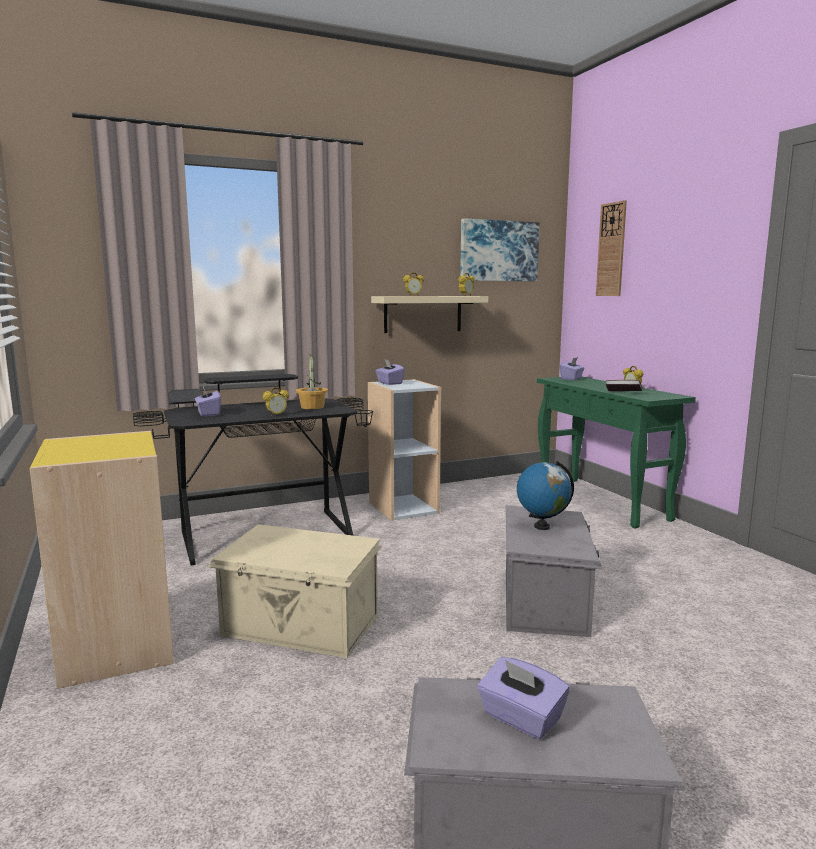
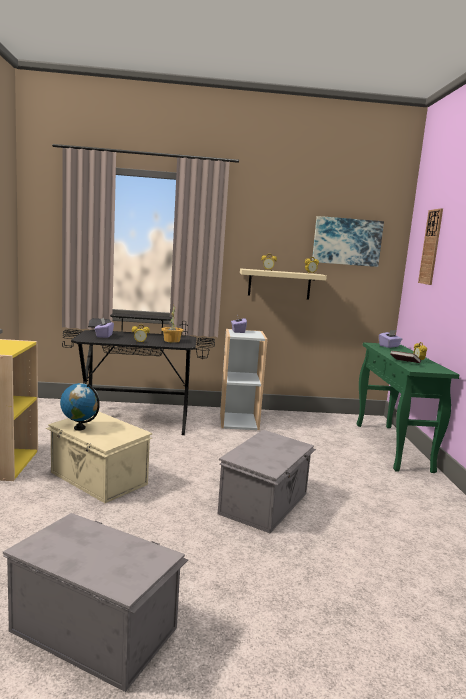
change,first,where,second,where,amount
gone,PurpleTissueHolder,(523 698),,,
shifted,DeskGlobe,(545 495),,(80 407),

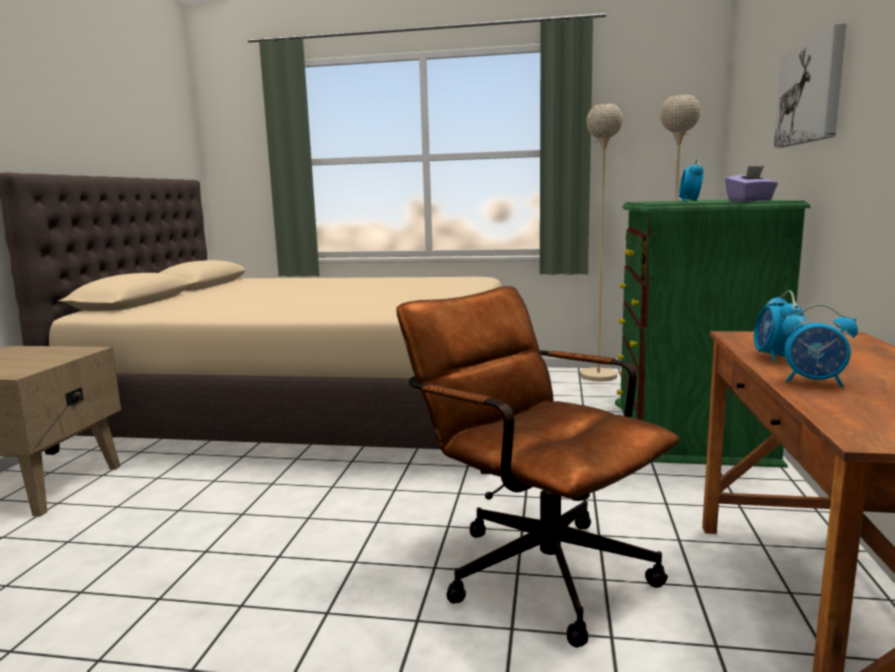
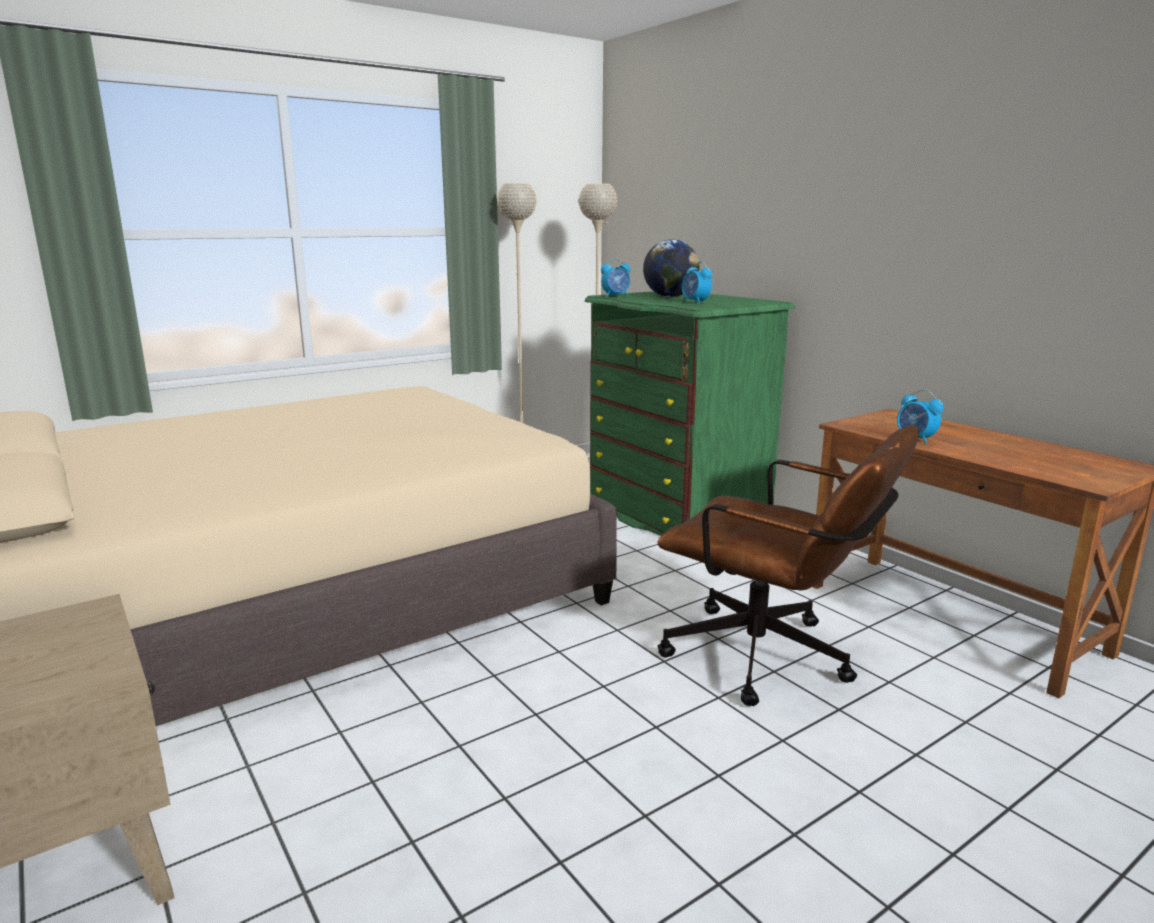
change,first,where,second,where,amount
rotated,BrownOfficeChair,(538 466),,(788 565),150 degrees counterclockwise
gone,PurpleTissueHolder,(751 184),,,
gone,WallArt,(810 86),,,
shifted,TableClock,(820 345),,(615 277),
new,,,DeskGlobe,(671 268),

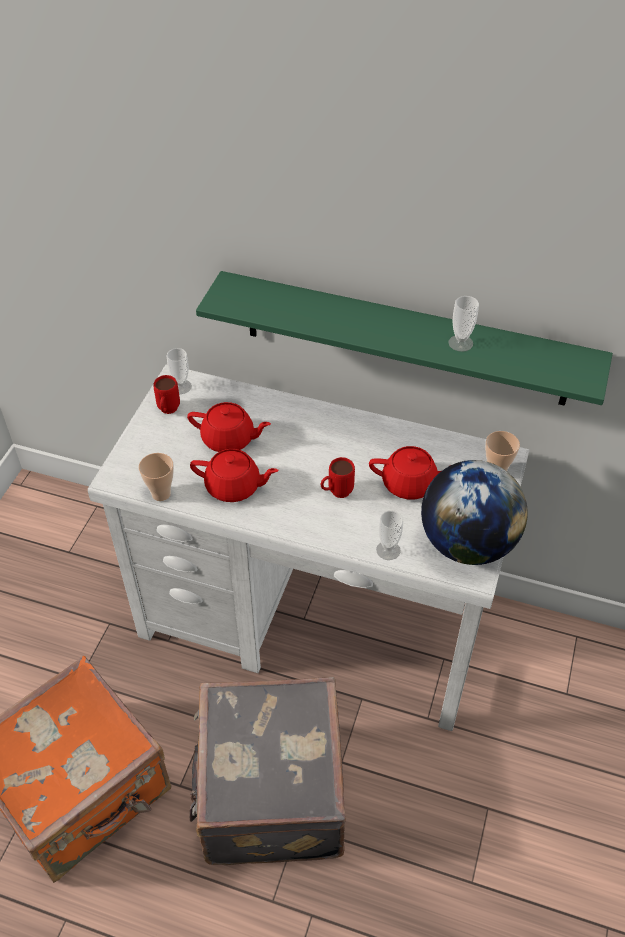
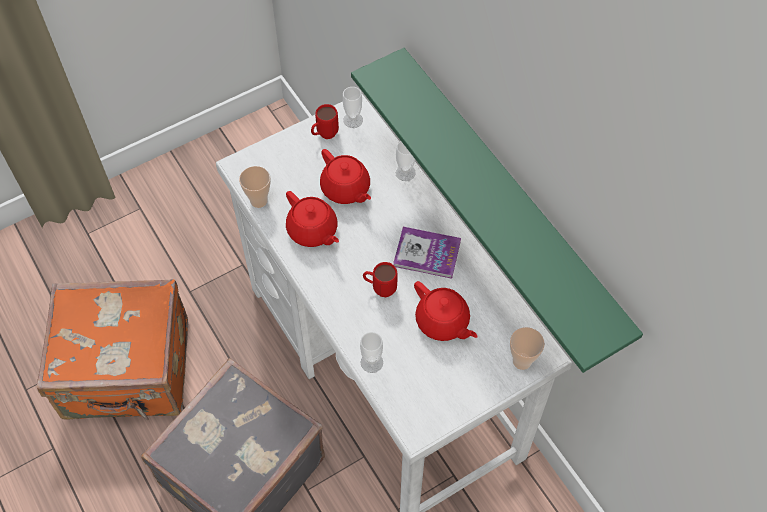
change,first,where,second,where,amount
gone,DeskGlobe,(474 512),,,
shifted,SmallCup,(464 324),,(405 161),
new,,,Volume,(427 253),

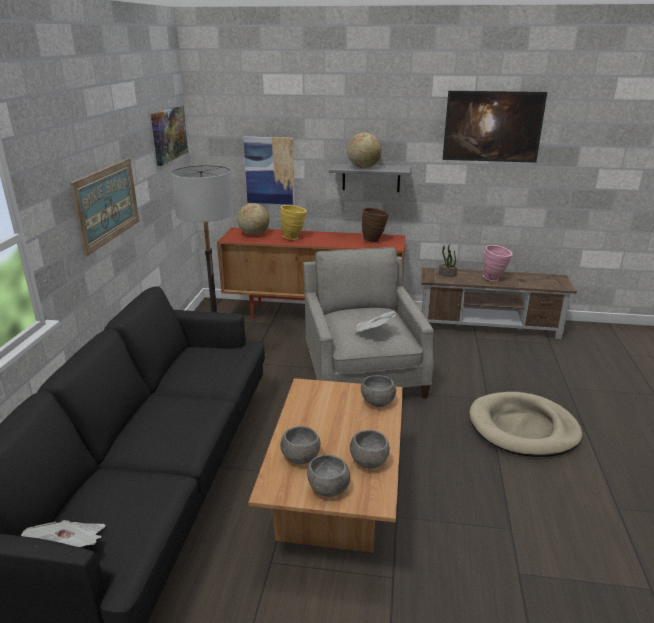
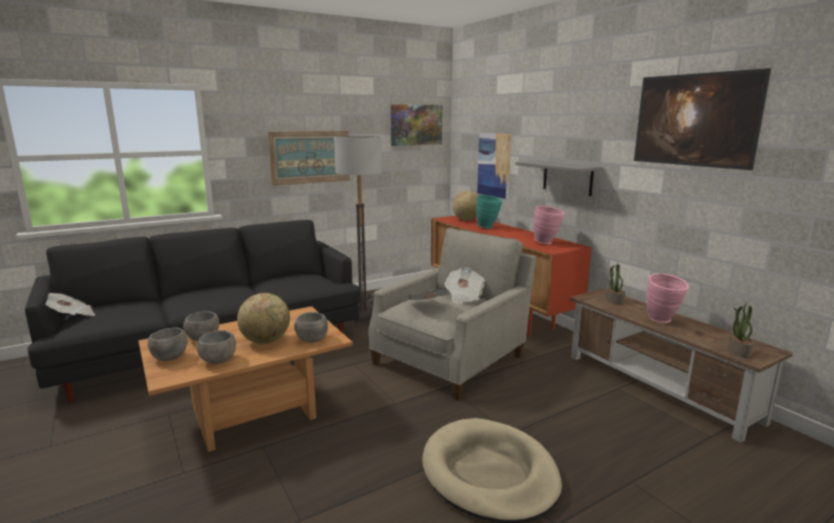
change,first,where,second,where,amount
repainted,YellowishFlowerVase,(293 222),TurquoiseColouredFlowerVase,(489 211),
shifted,DeskGlobe,(364 150),,(263 318),
repainted,BrownFlowerVase,(375 225),PinkColouredFlowerVase,(549 225),
new,,,DailyPaper,(464 285),
new,,,Houseplant,(741 330),

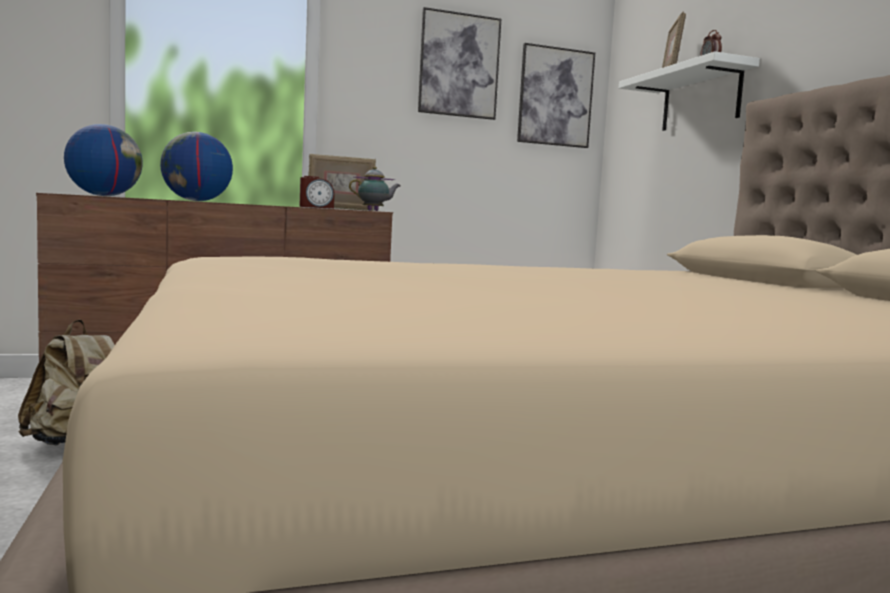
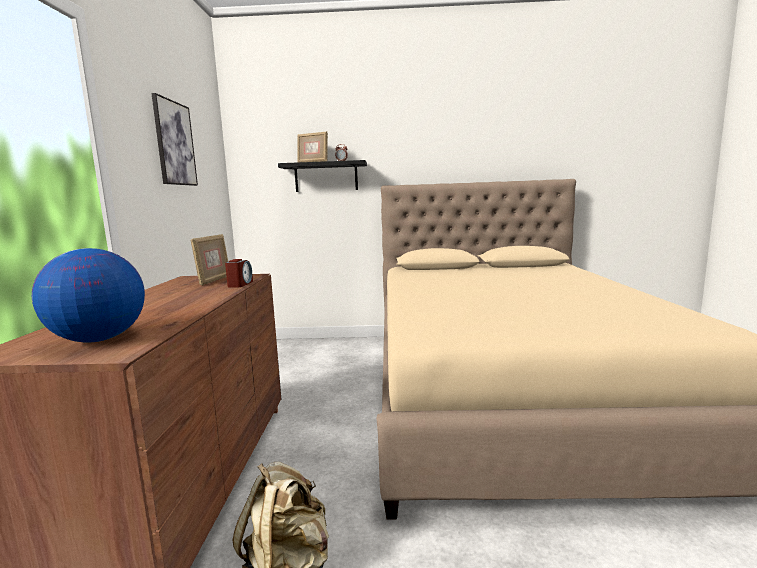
change,first,where,second,where,amount
gone,DeskGlobe,(196 166),,,
gone,Teapot,(374 188),,,
gone,WallArt,(556 95),,,
repainted,WhiteColouredWallShelf,(689 91),BlackColouredWallShelf,(322 176),

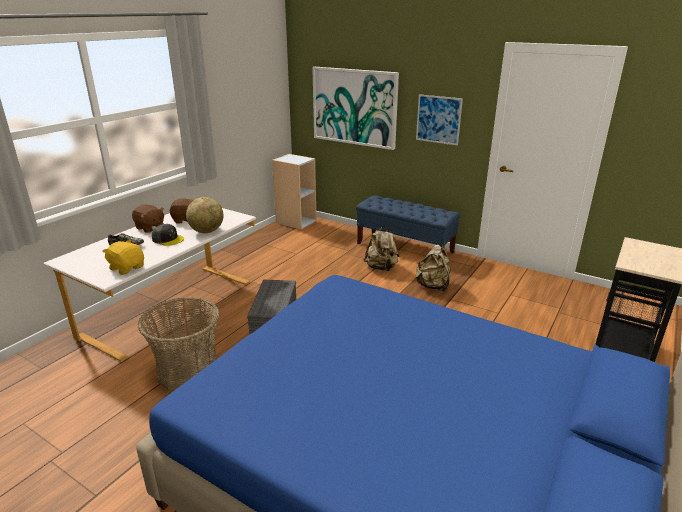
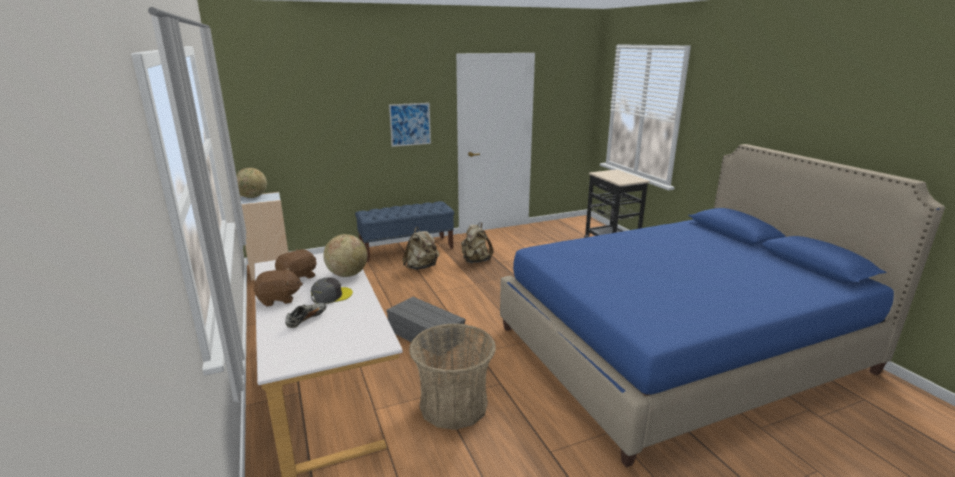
change,first,where,second,where,amount
gone,YellowishPlushToy,(123 257),,,
gone,WallArt,(355 108),,,
new,,,DeskGlobe,(251 183),

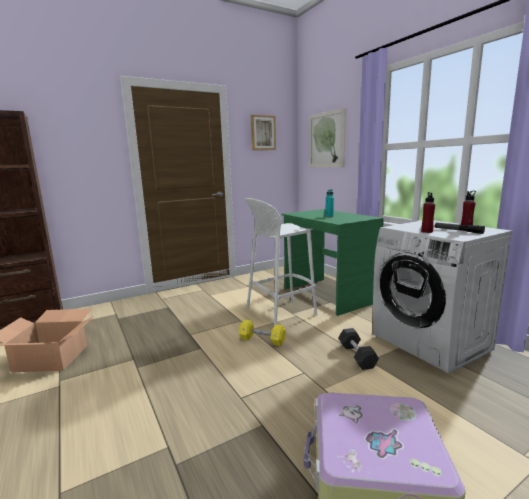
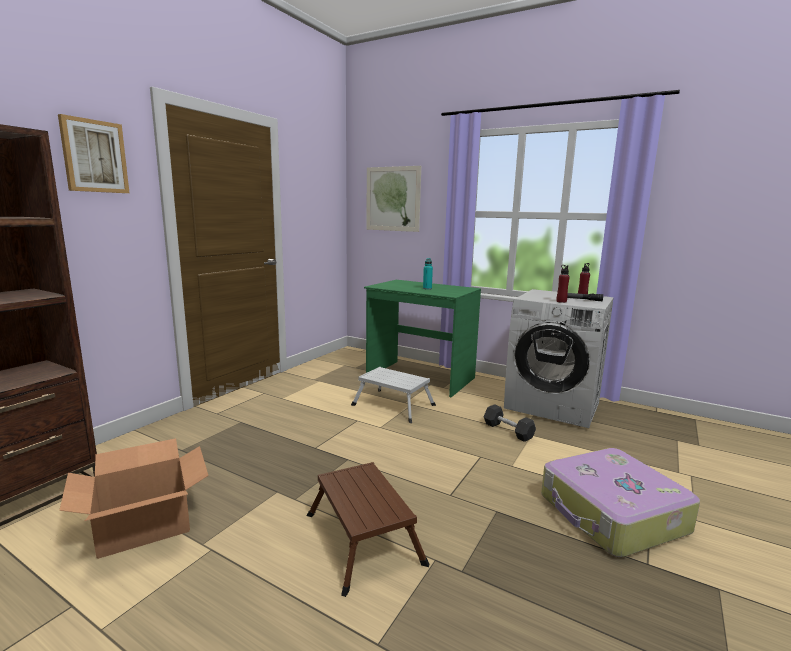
change,first,where,second,where,amount
gone,YellowishFreeWeight,(262 333),,,
swapped,WhiteColouredStool,(281 262),WhiteColouredStepLadder,(393 395),
shifted,WallArt,(263 132),,(93 153),
new,,,BrownStepLadder,(367 529),

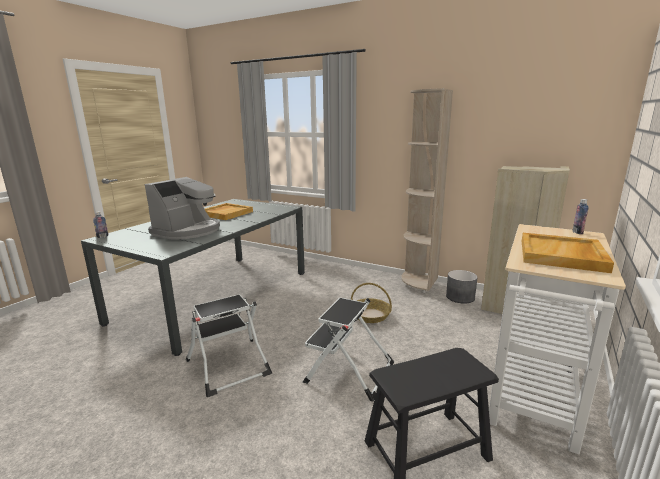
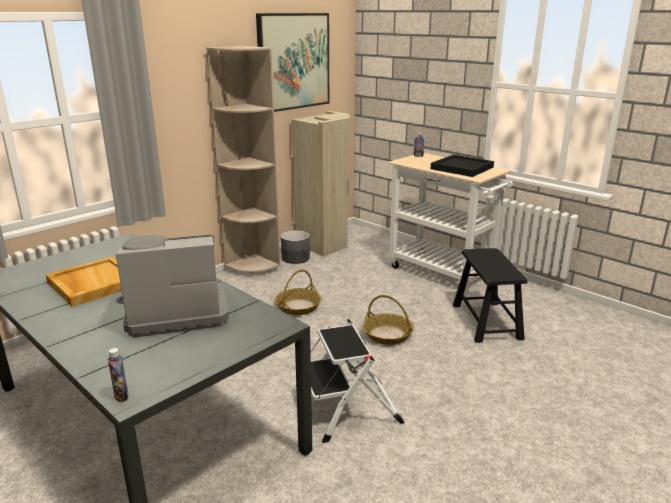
change,first,where,second,where,amount
rotated,CoffeeMaker,(182 208),,(172 286),60 degrees counterclockwise
swapped,StepLadder,(348 349),HouseholdBasket,(388 320),
repainted,BeigeCarryingTray,(568 253),BlackColouredCarryingTray,(462 166),
new,,,WallArt,(292 62),

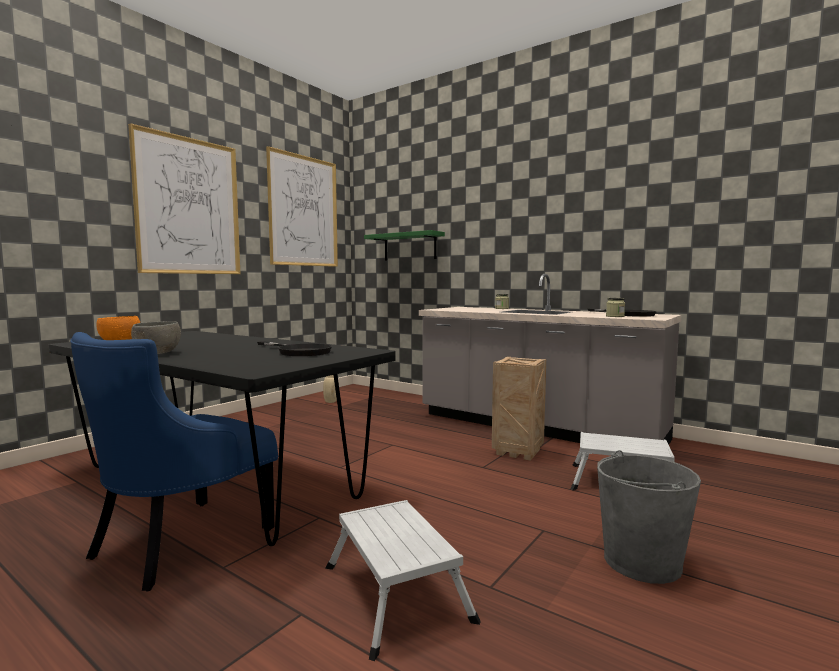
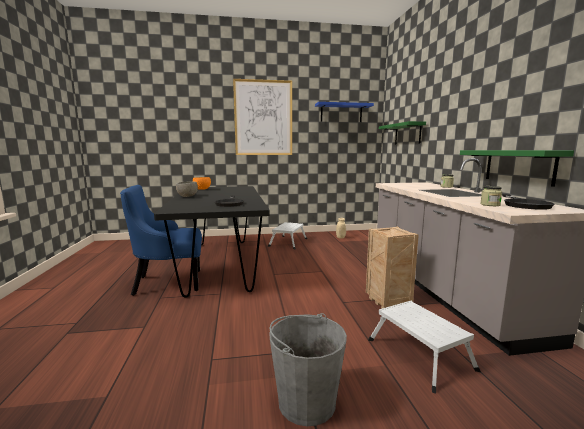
change,first,where,second,where,amount
swapped,WallArt,(302 206),BluishWallShelf,(344 112),
shifted,WhiteColouredStepLadder,(403 580),,(287 236),
new,,,GreenishWallShelf,(517 168),

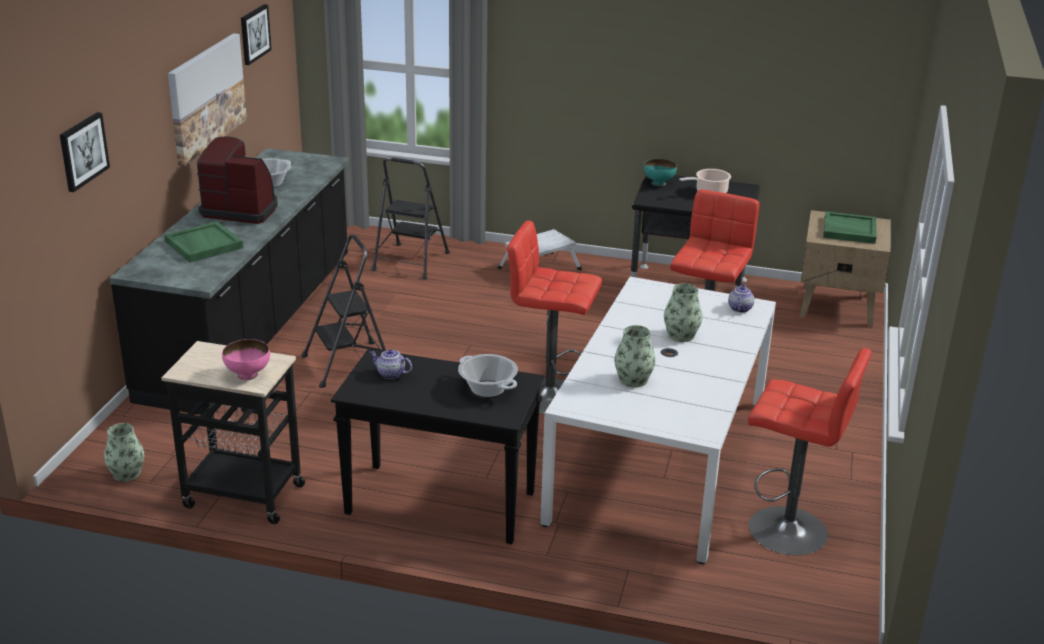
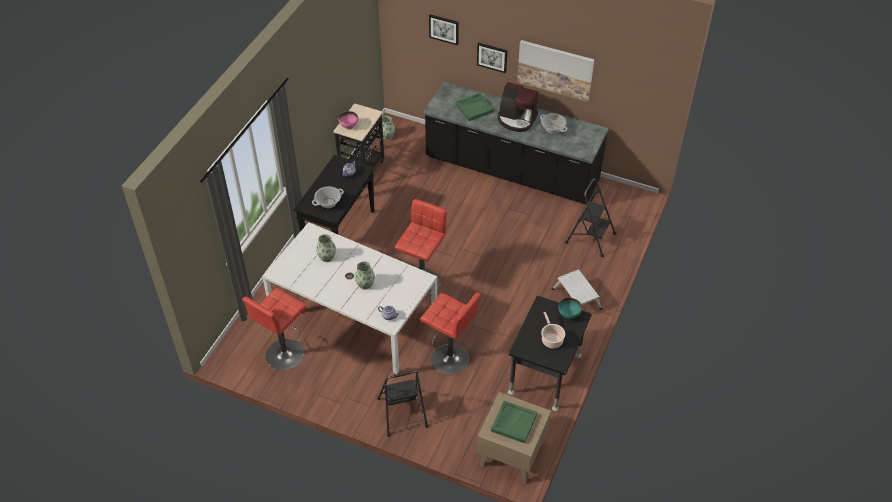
change,first,where,second,where,amount
rotated,CoffeeMaker,(237 180),,(518 107),90 degrees clockwise
shifted,WallArt,(256 34),,(492 57),
shifted,BlackColouredStepLadder,(343 311),,(403 404),

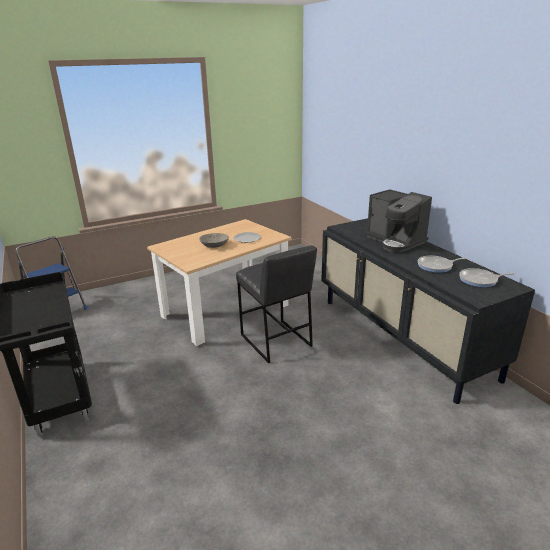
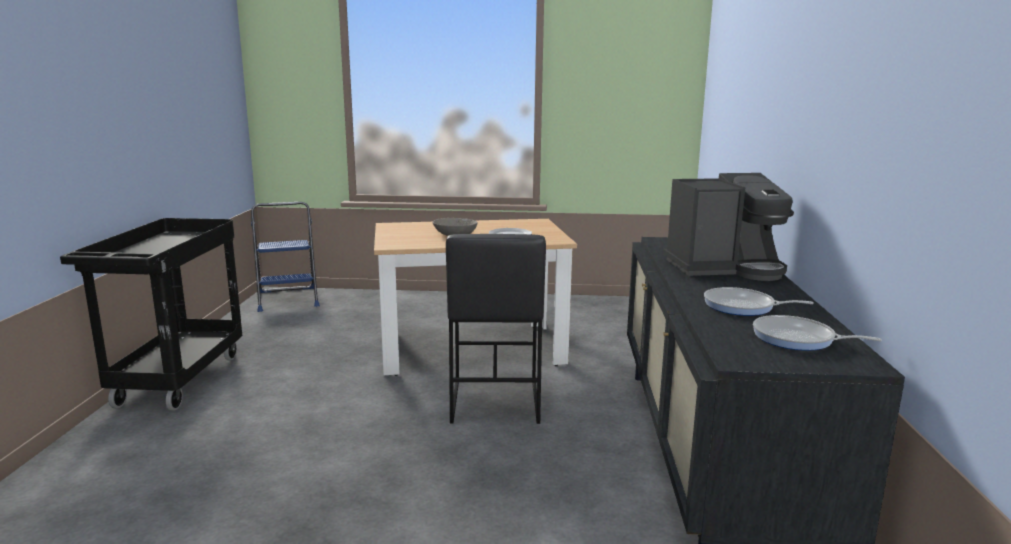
change,first,where,second,where,amount
rotated,CoffeeMaker,(398 220),,(728 227),90 degrees counterclockwise

